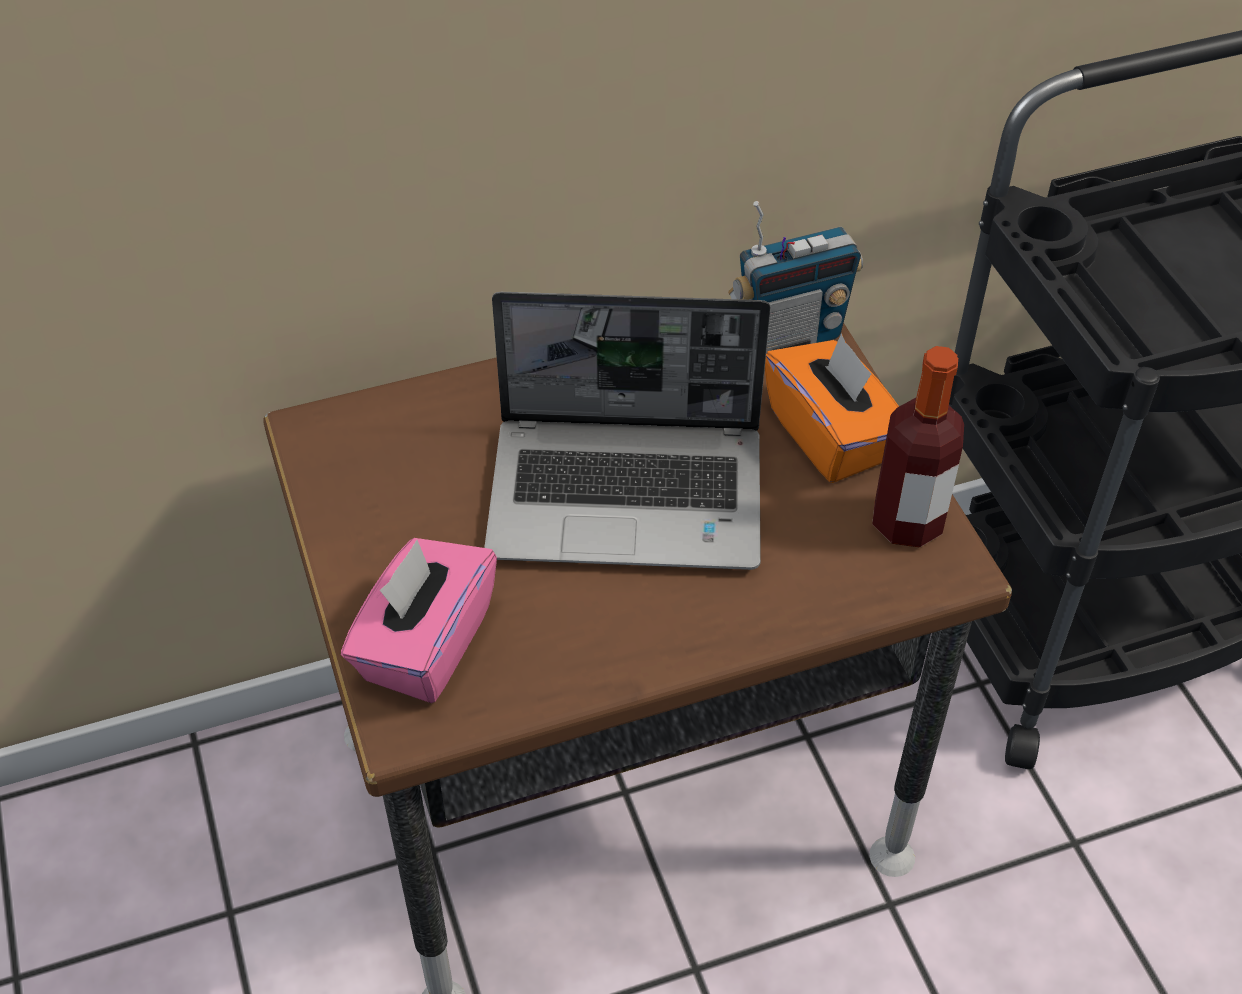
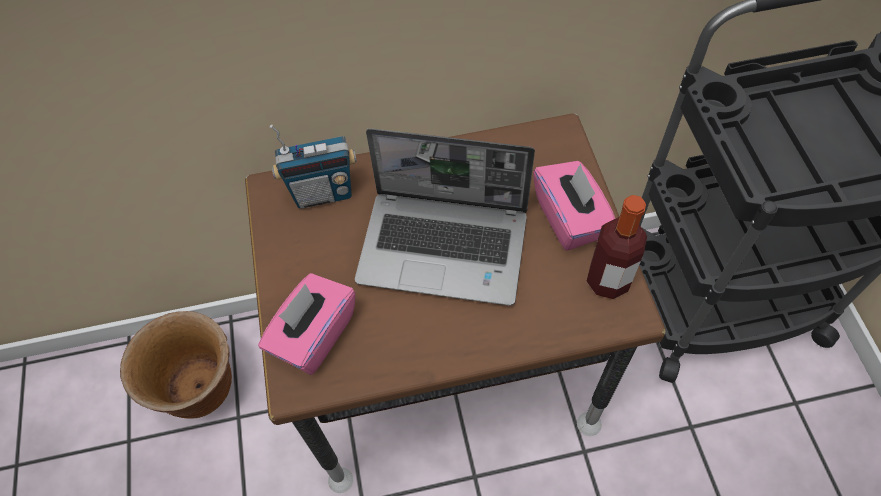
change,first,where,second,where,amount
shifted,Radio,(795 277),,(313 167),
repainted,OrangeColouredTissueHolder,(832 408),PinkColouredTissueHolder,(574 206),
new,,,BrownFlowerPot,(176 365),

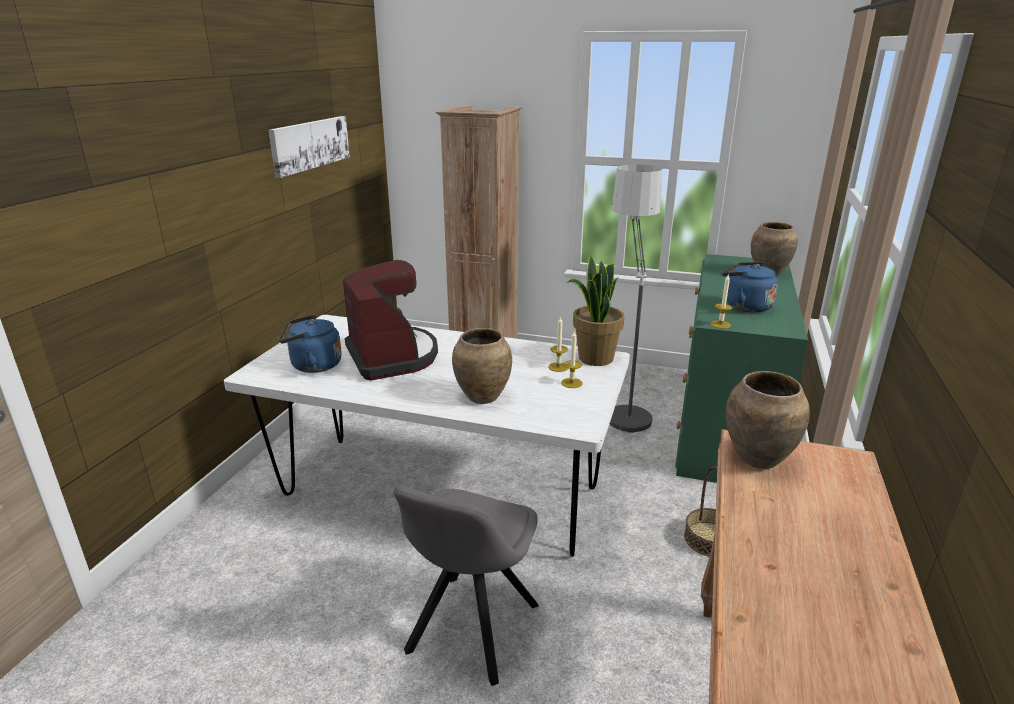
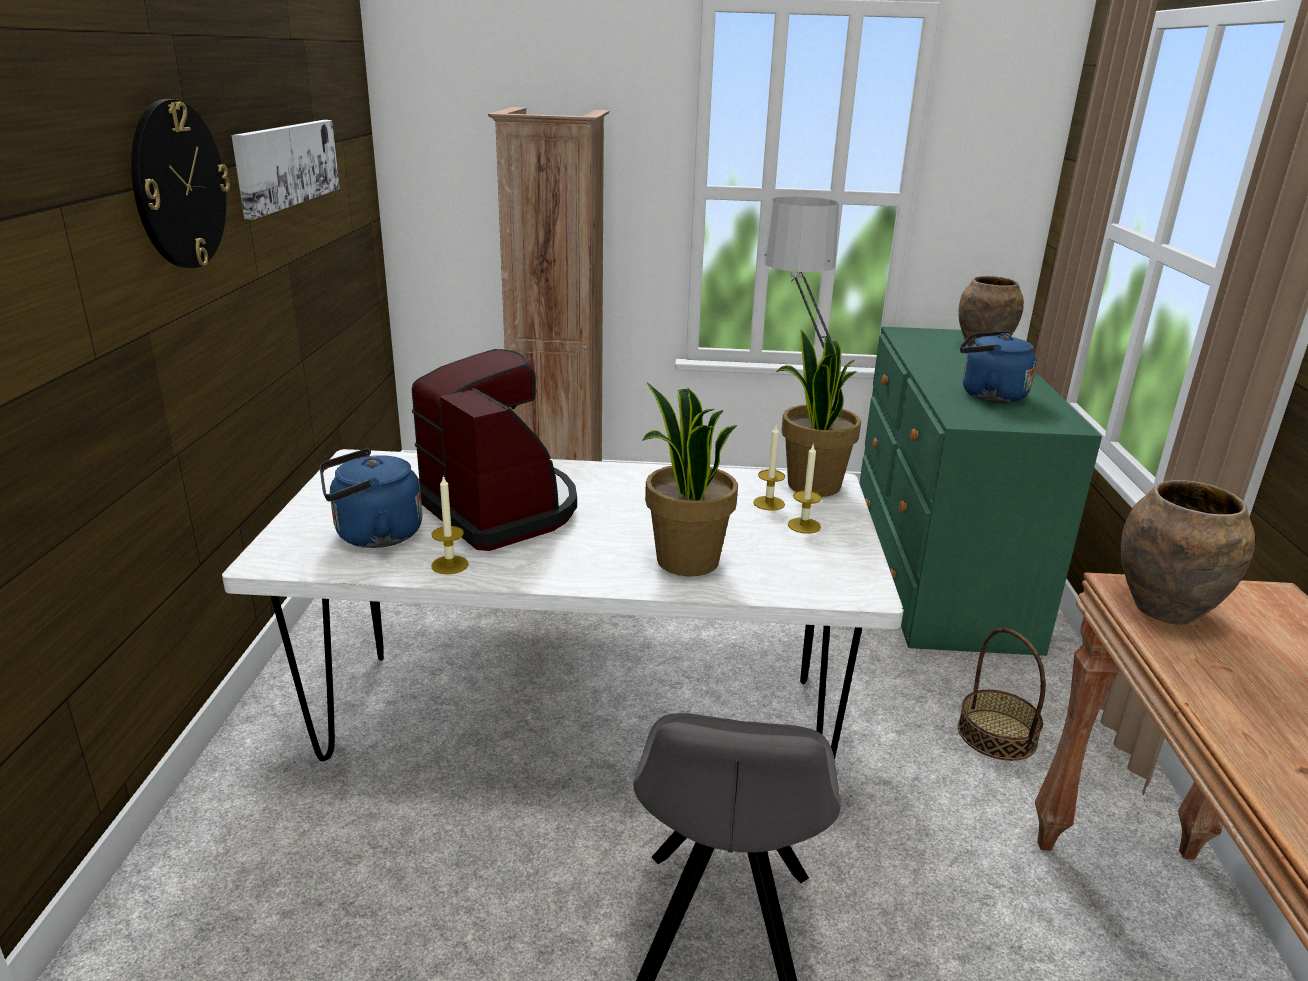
change,first,where,second,where,amount
swapped,BrownFlowerVase,(482 366),Houseplant,(690 479),
shifted,WaxLight,(721 302),,(450 524),
new,,,WallClock,(180 183),

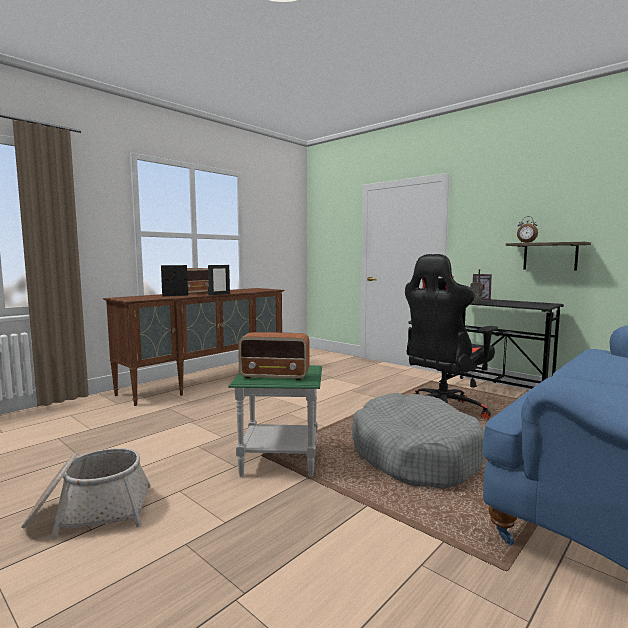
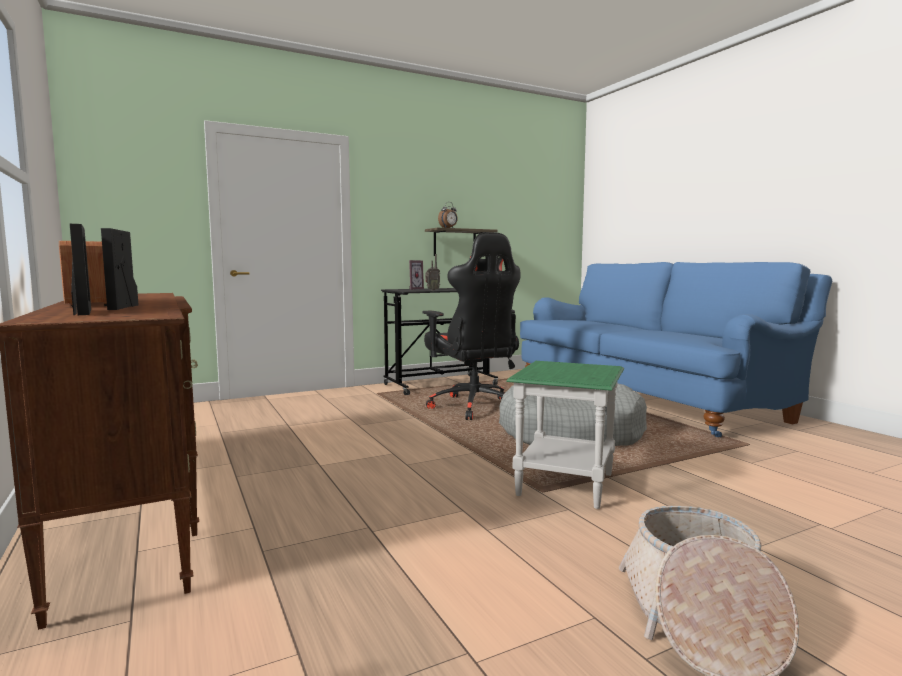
change,first,where,second,where,amount
shifted,StandingFrame,(219 280),,(80 270),
gone,Radio,(274 356),,,

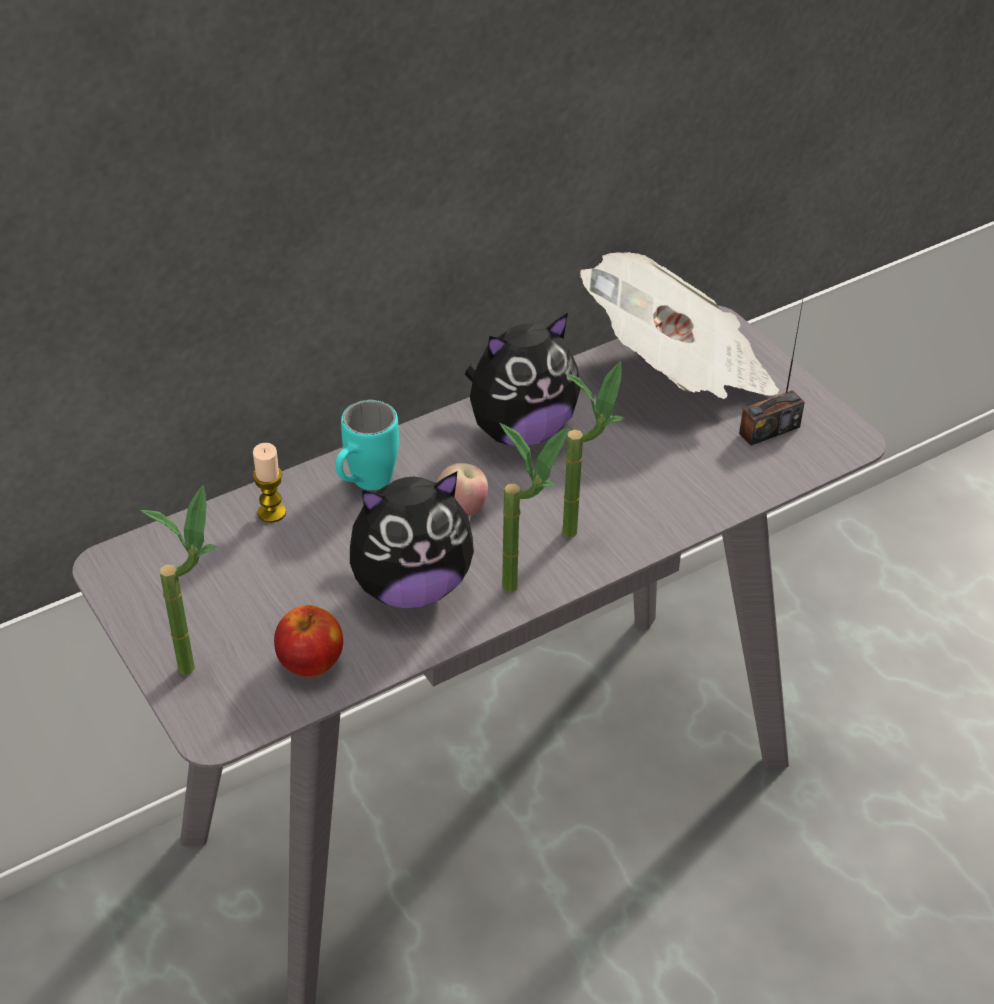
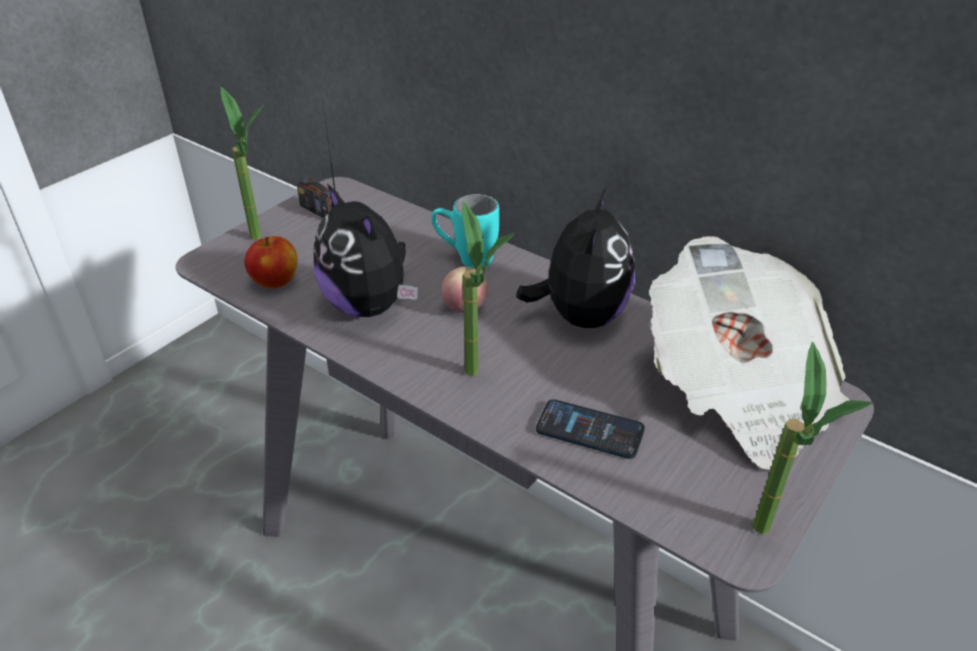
change,first,where,second,where,amount
gone,WaxLight,(269 483),,,
rotated,PlushToy,(522 379),,(575 257),120 degrees counterclockwise
shifted,Houseplant,(534 508),,(813 438),
shifted,Radio,(772 367),,(318 157),
new,,,Handset,(590 429),

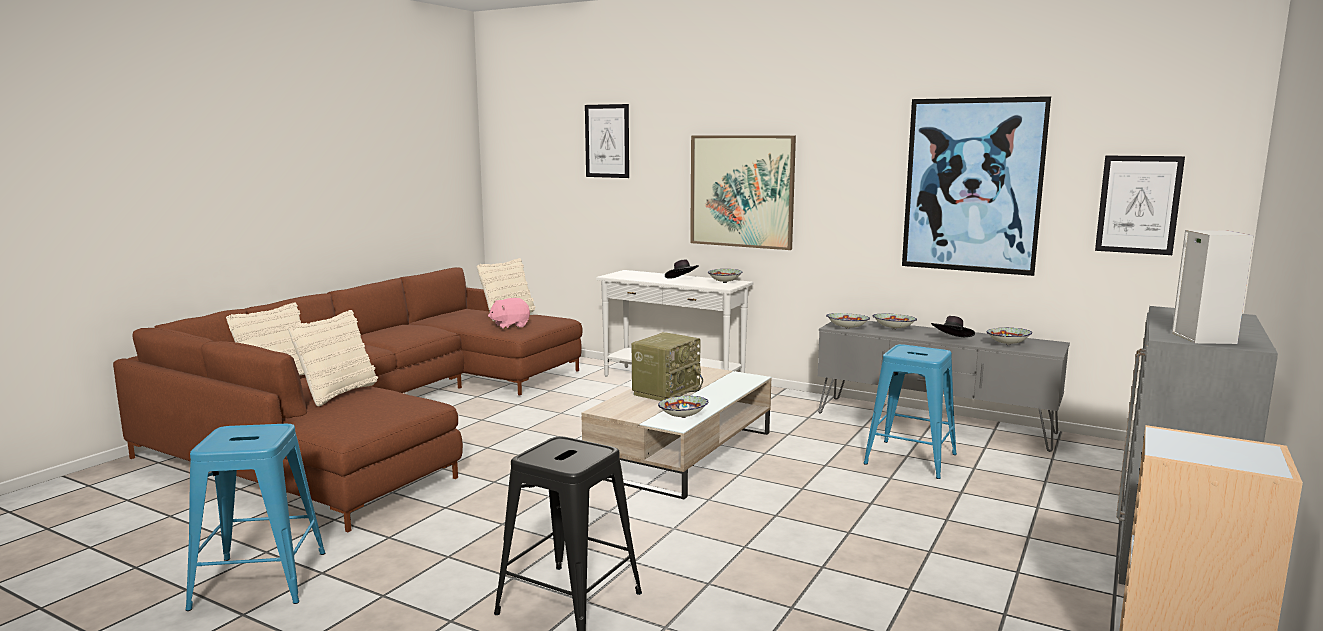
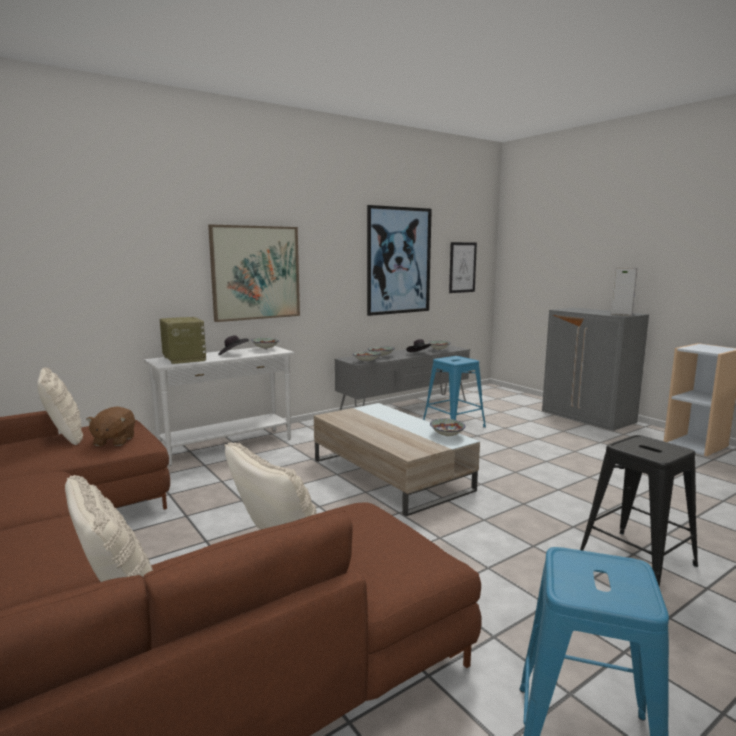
change,first,where,second,where,amount
repainted,PinkColouredPlushToy,(509 313),BrownPlushToy,(110 426),
gone,WallArt,(607 141),,,
shifted,Radio,(667 366),,(183 340),

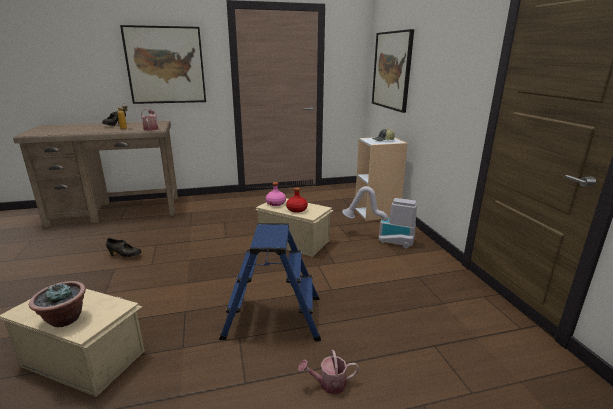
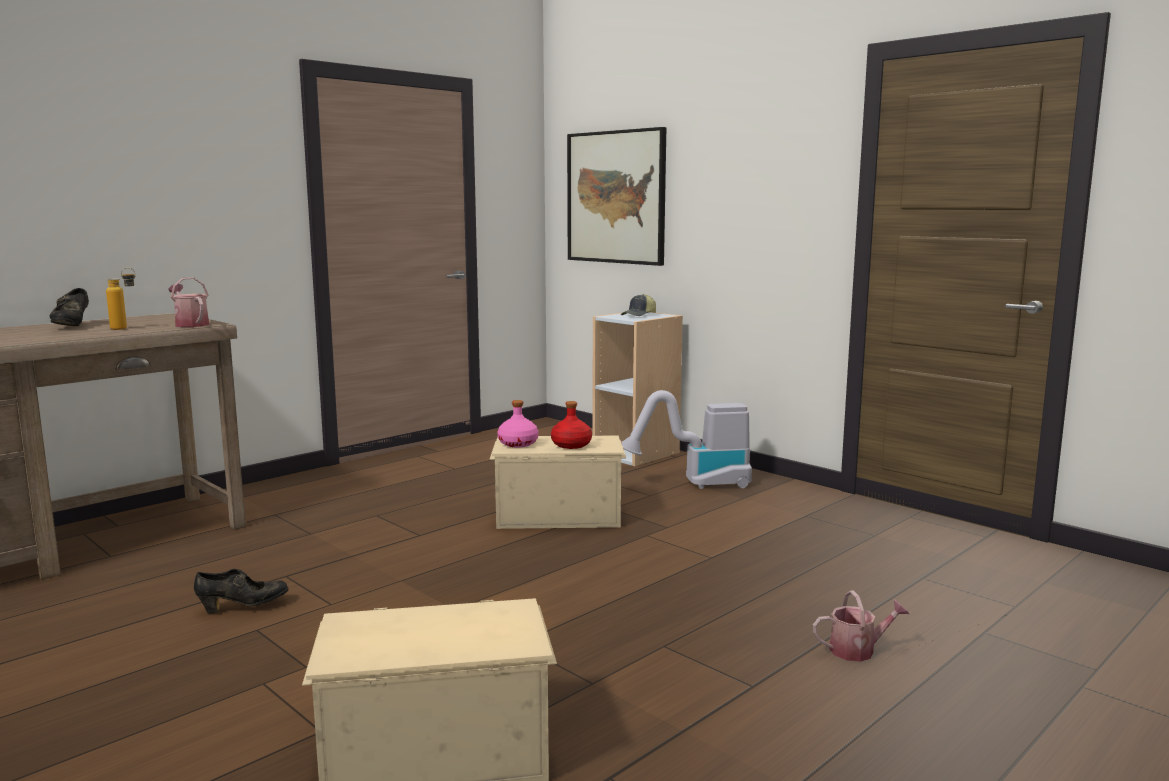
change,first,where,second,where,amount
gone,Houseplant,(57 304),,,
gone,WallArt,(163 64),,,
gone,BluishStepLadder,(270 282),,,
rotated,SprinklingCan,(328 372),,(861 626),150 degrees counterclockwise

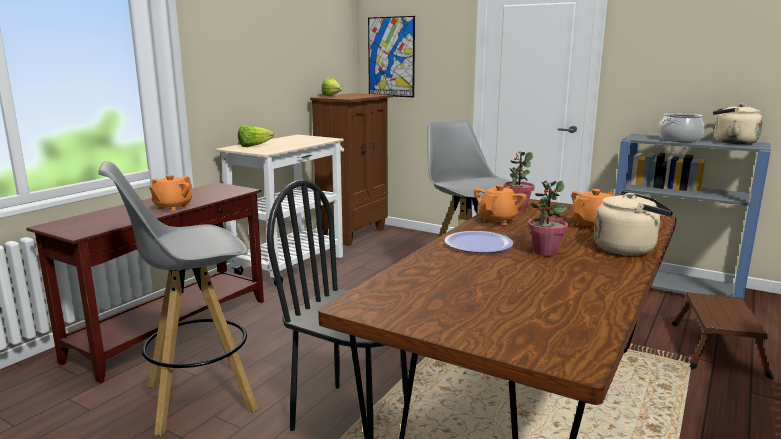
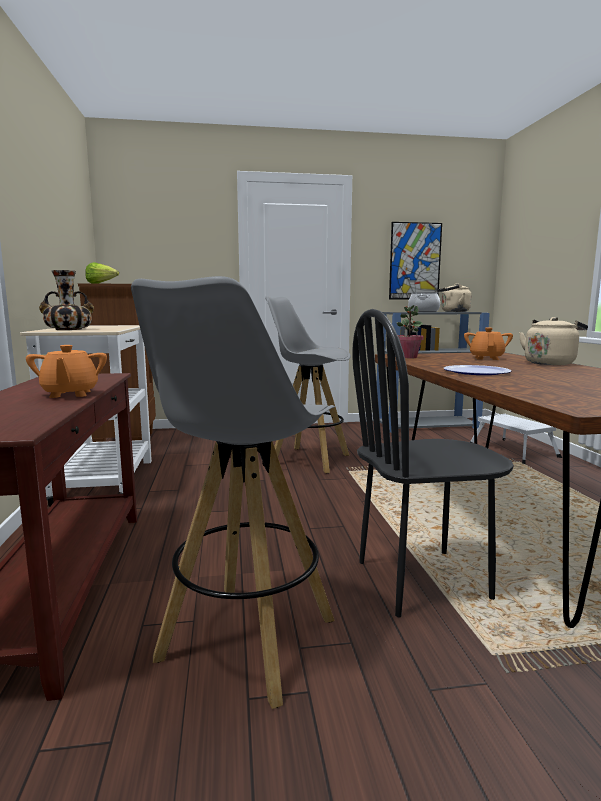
change,first,where,second,where,amount
swapped,Lettuce,(256 136),FlowerVase,(66 300),
shifted,WallArt,(391 56),,(415 261),
gone,OrangeColouredTeapot,(500 205),,,
gone,Houseplant,(548 218),,,
repainted,BrownStepLadder,(723 336),WhiteColouredStepLadder,(516 439),

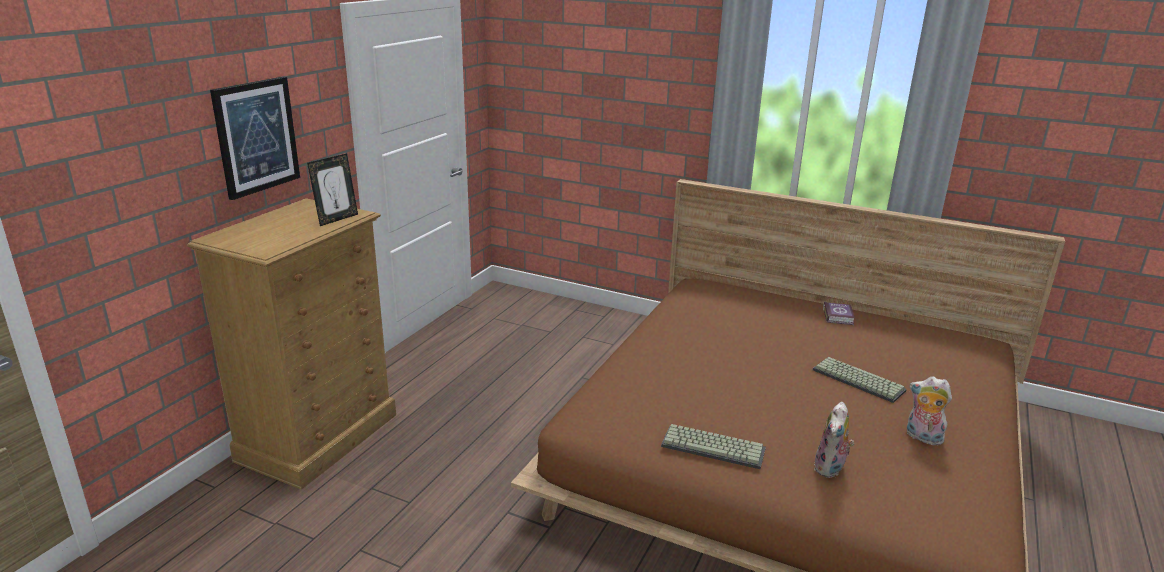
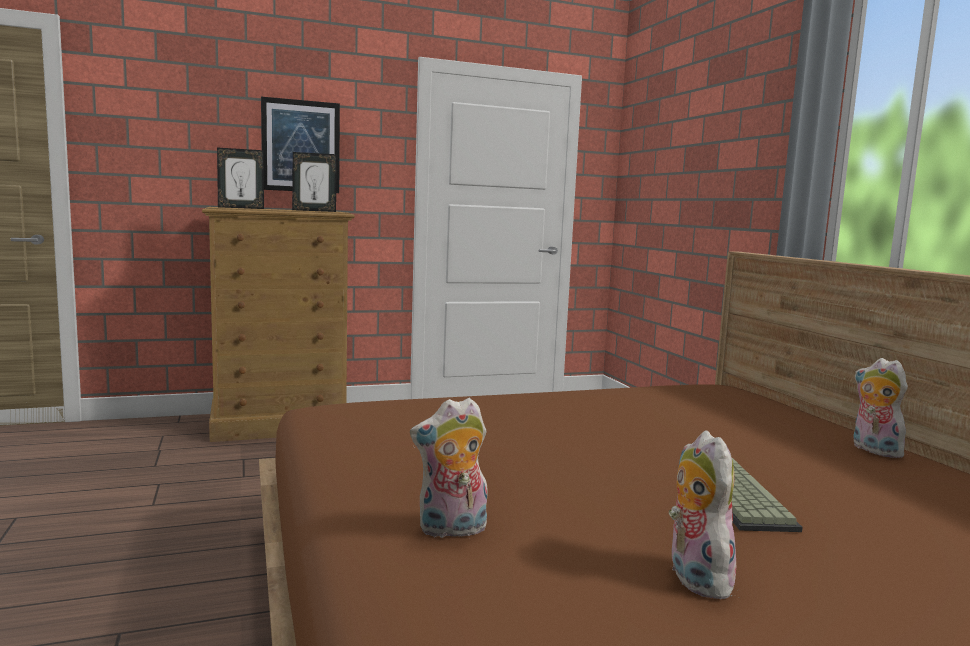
change,first,where,second,where,amount
gone,ComputerKeyboard,(713 446),,,
swapped,Volume,(839 313),PlushToy,(881 408),
new,,,StandingFrame,(240 178),

